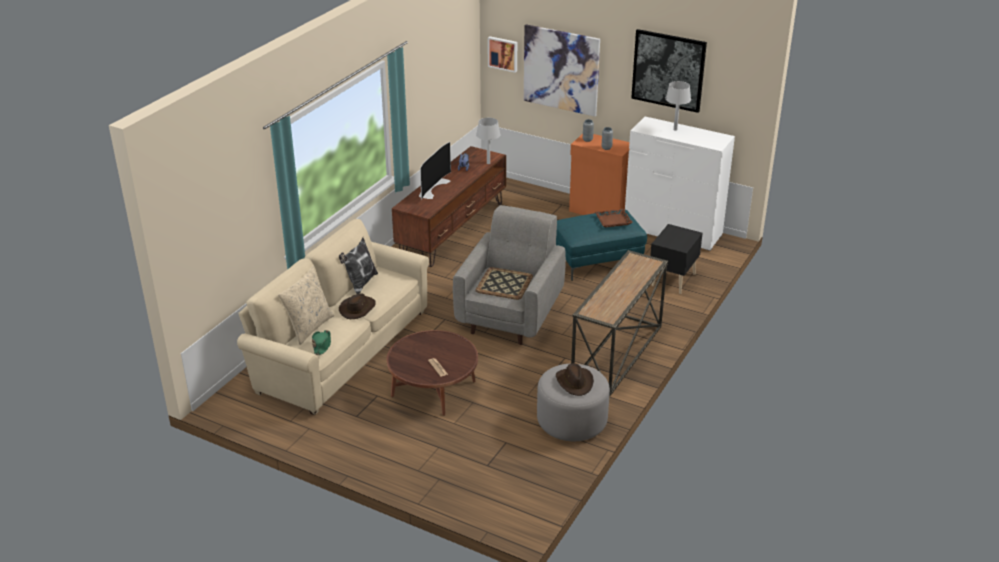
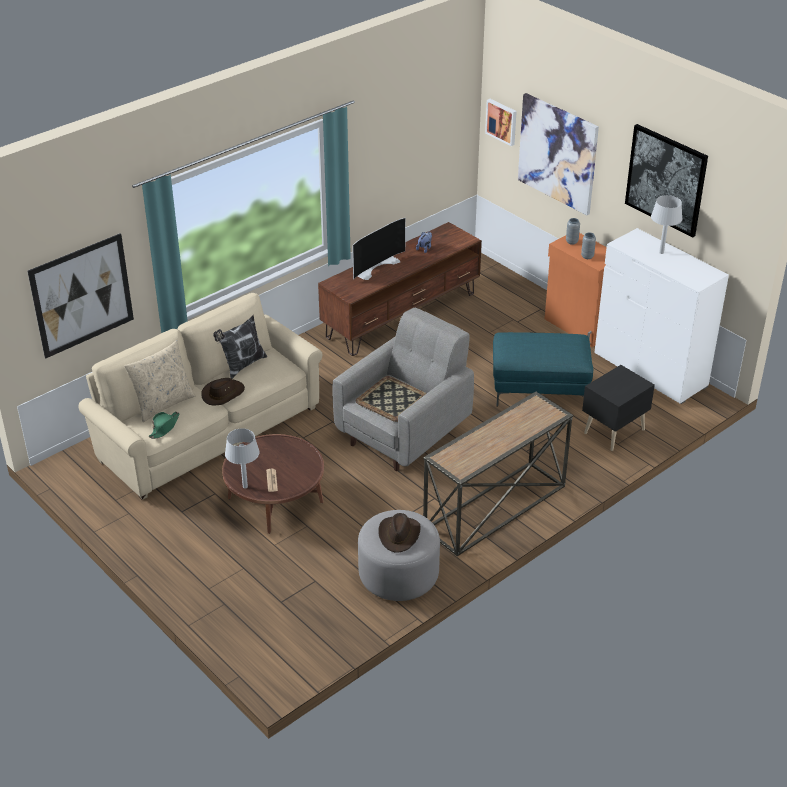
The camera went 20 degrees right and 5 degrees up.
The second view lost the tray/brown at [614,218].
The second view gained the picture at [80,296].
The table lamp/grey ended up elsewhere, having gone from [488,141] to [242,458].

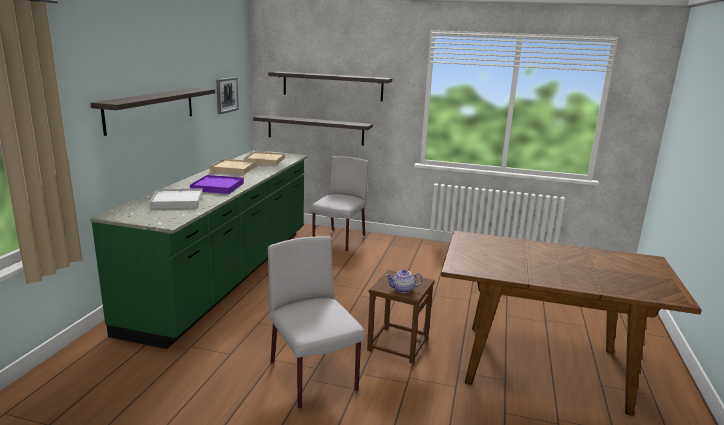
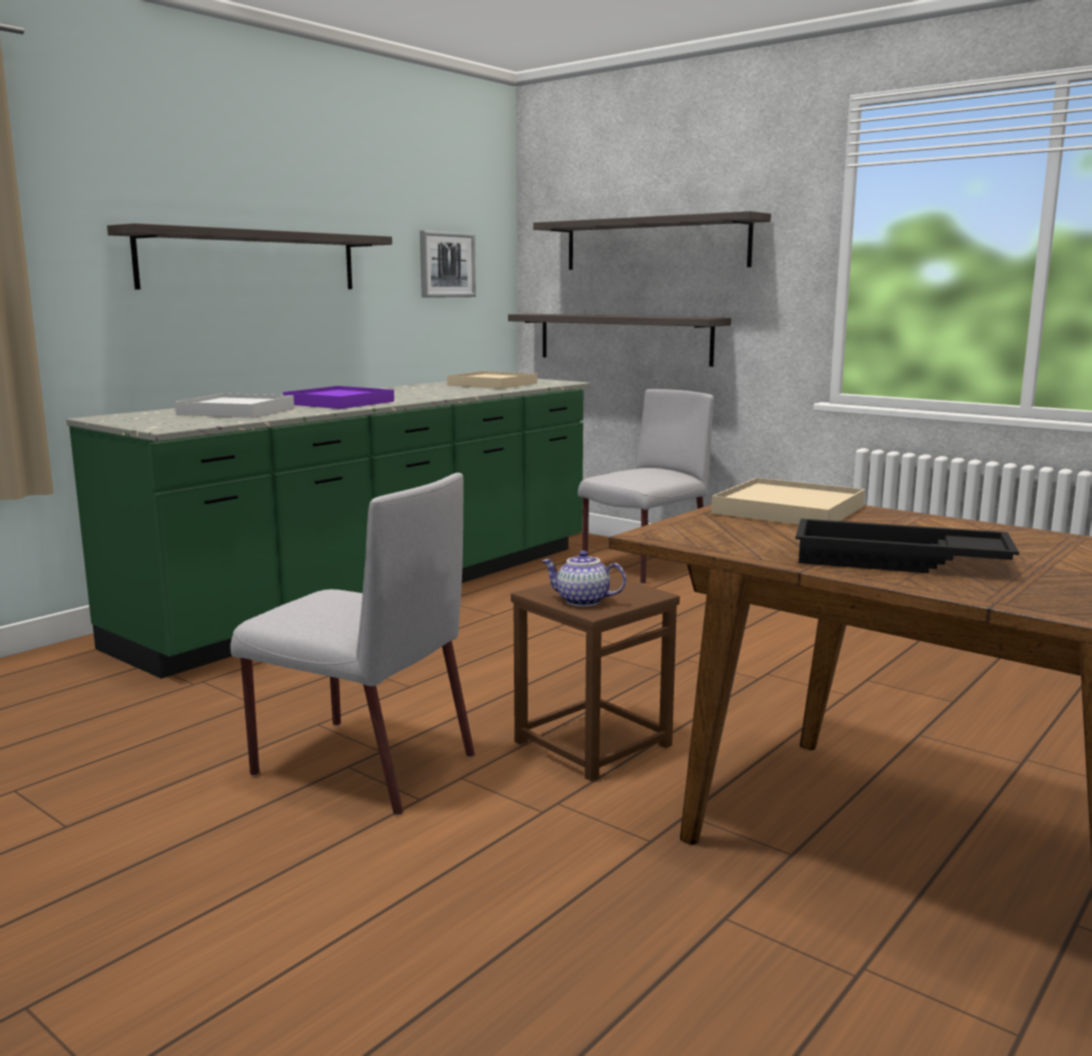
The camera went 25 degrees right and 5 degrees down.
The second view gained the tray/black at [907,546].
The tray/beige ended up elsewhere, having gone from [233,166] to [788,501].
The chair/grey at [316,322] ended up facing another way, 120 degrees clockwise from before.

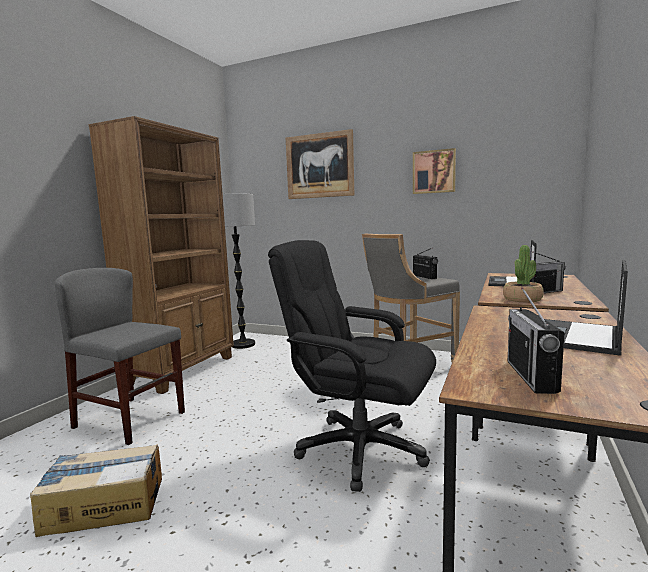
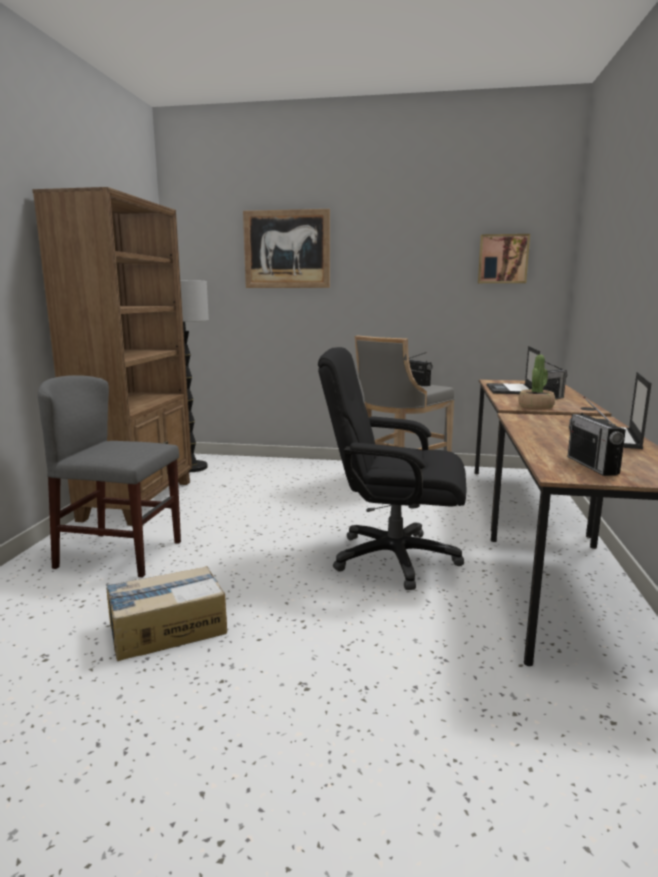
The camera went 15 degrees left and 5 degrees up.
The picture ended up elsewhere, having gone from [434,171] to [504,258].

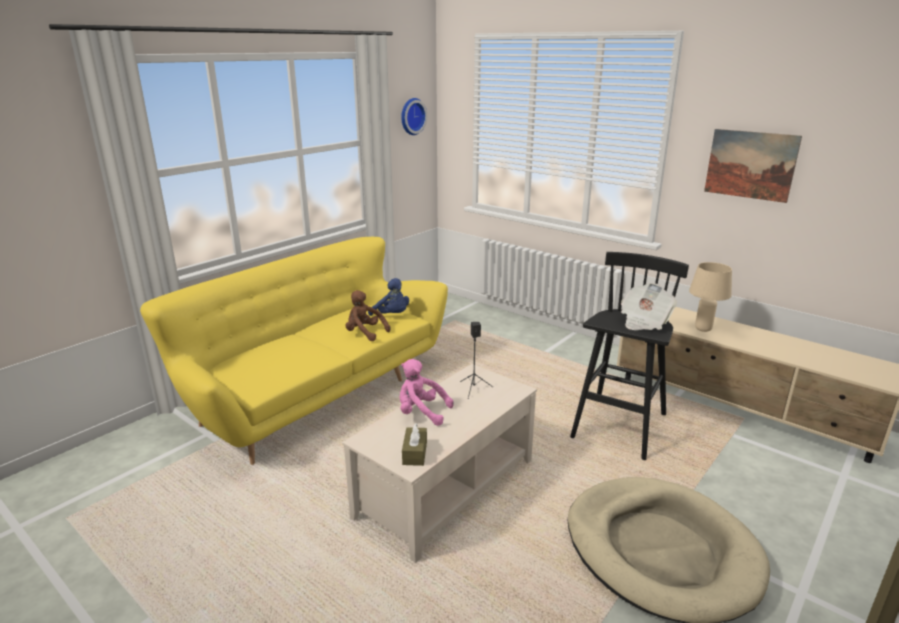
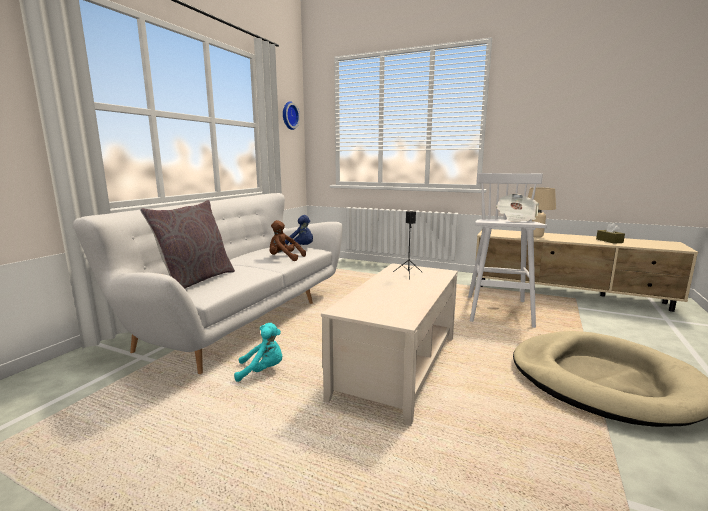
The camera went 15 degrees left and 10 degrees down.
The second view lost the plush toy/pink at [427,392].
The second view lost the picture at [753,166].
The second view gained the pillow/grey at [187,244].
The second view gained the plush toy/turquoise at [258,352].
The tissue box/brown ended up elsewhere, having gone from [414,444] to [610,233].
What was the sofa/yellow at [294,351] turned into the sofa/white at [208,283].
What was the stool/black at [629,356] turned into the stool/white at [507,250].

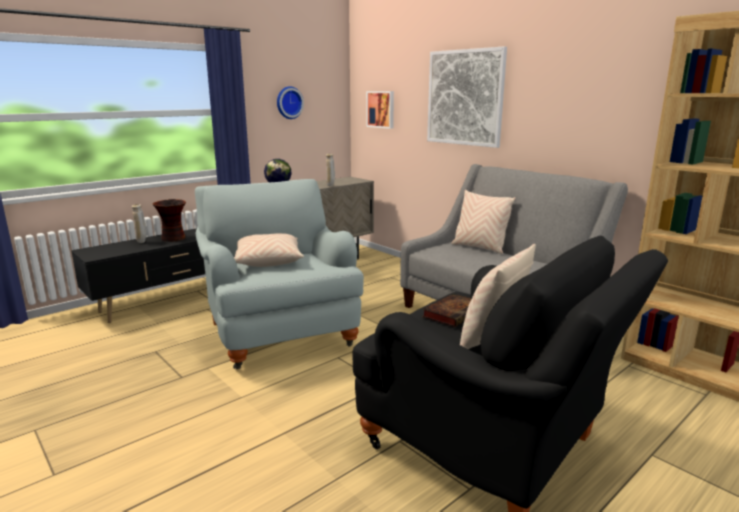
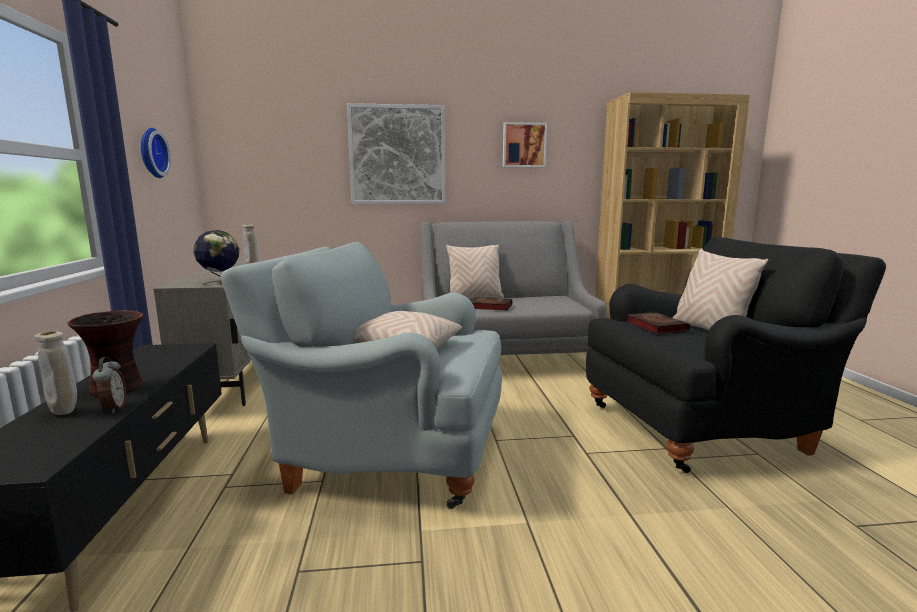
The camera went 55 degrees left and 5 degrees down.
The second view gained the alarm clock at [110,385].
The second view gained the book at [491,303].
The picture ended up elsewhere, having gone from [380,110] to [525,144].

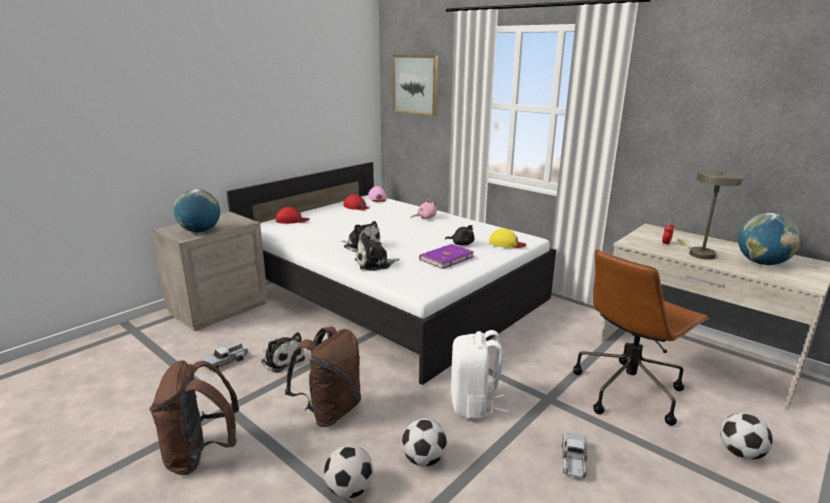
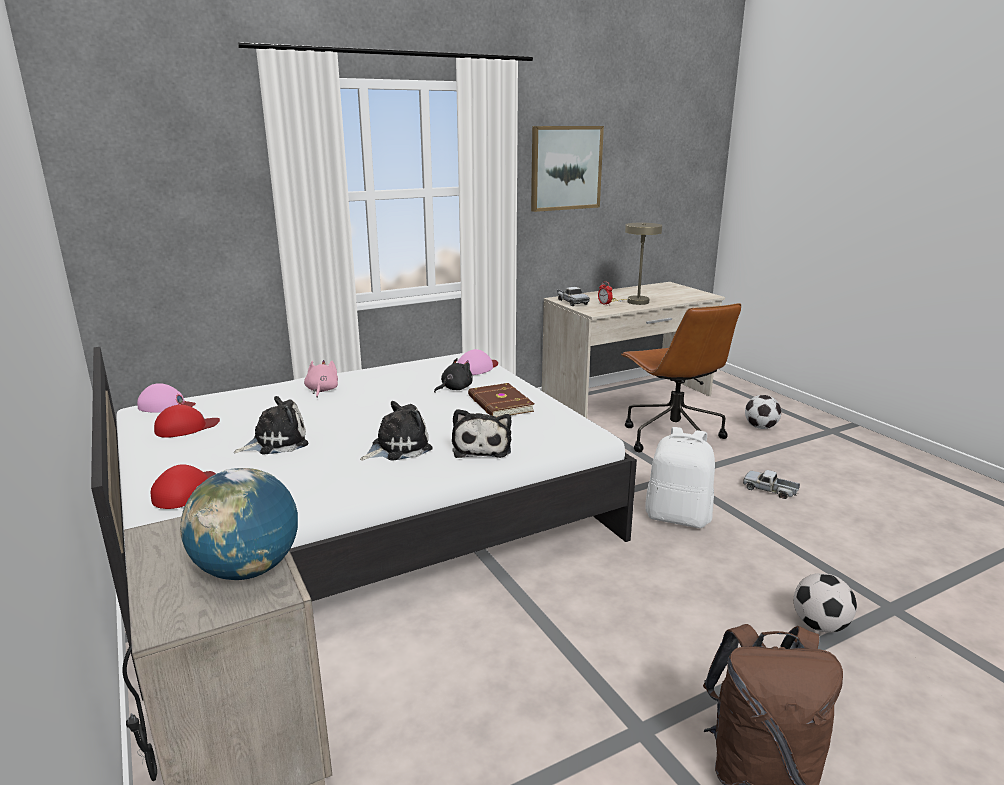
The camera went 70 degrees left and 0 degrees up.
The second view lost the backpack/brown at [323,376].
The second view lost the football at [424,442].
The second view lost the globe at [769,239].
The toy truck ended up elsewhere, having gone from [225,358] to [573,296].
The plush toy ended up elsewhere, having gone from [283,352] to [270,425].
The picture ended up elsewhere, having gone from [415,85] to [567,169].
What was the book/purple at [446,256] turned into the book/brown at [501,400].
What was the cap/yellow at [508,238] turned into the cap/pink at [477,362].

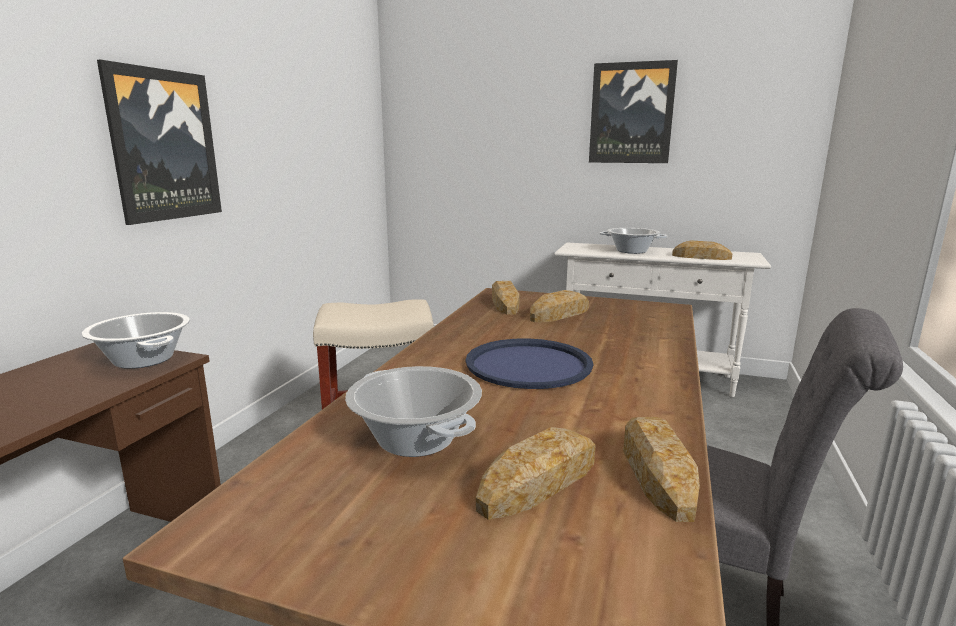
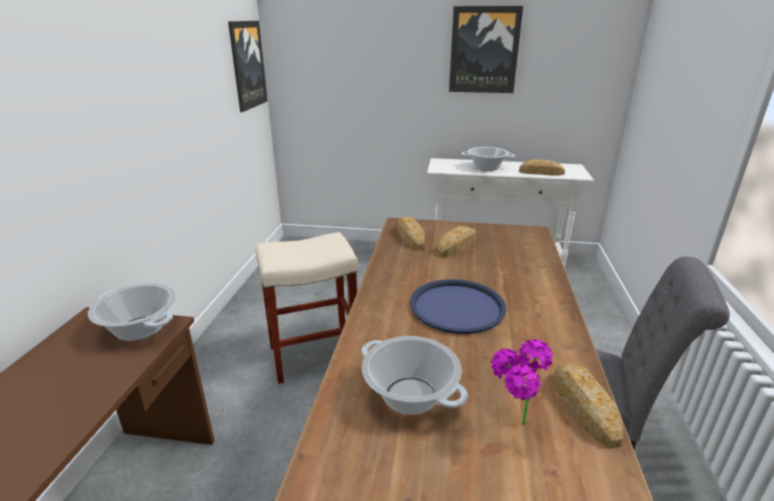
The camera went 10 degrees left and 10 degrees up.
The picture ended up elsewhere, having gone from [159,142] to [248,66].
Where the bread stood at [535,473], the potted plant came to stand at [522,381].

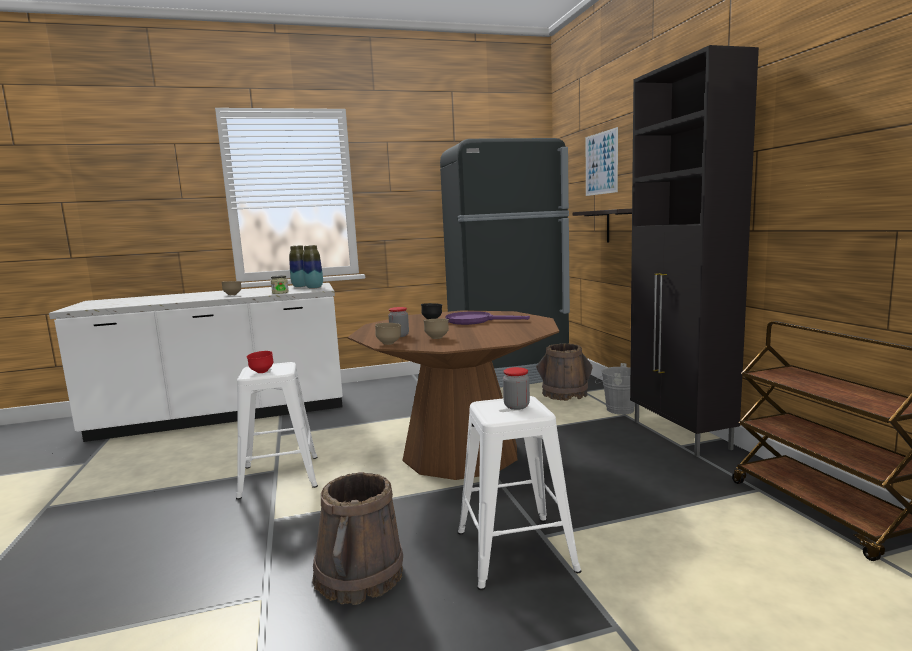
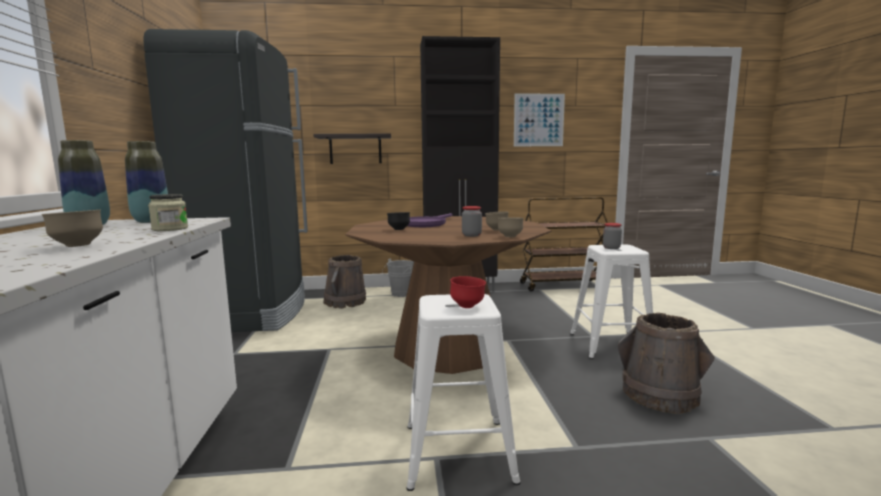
The camera went 80 degrees left and 0 degrees up.
The picture ended up elsewhere, having gone from [602,161] to [539,120].

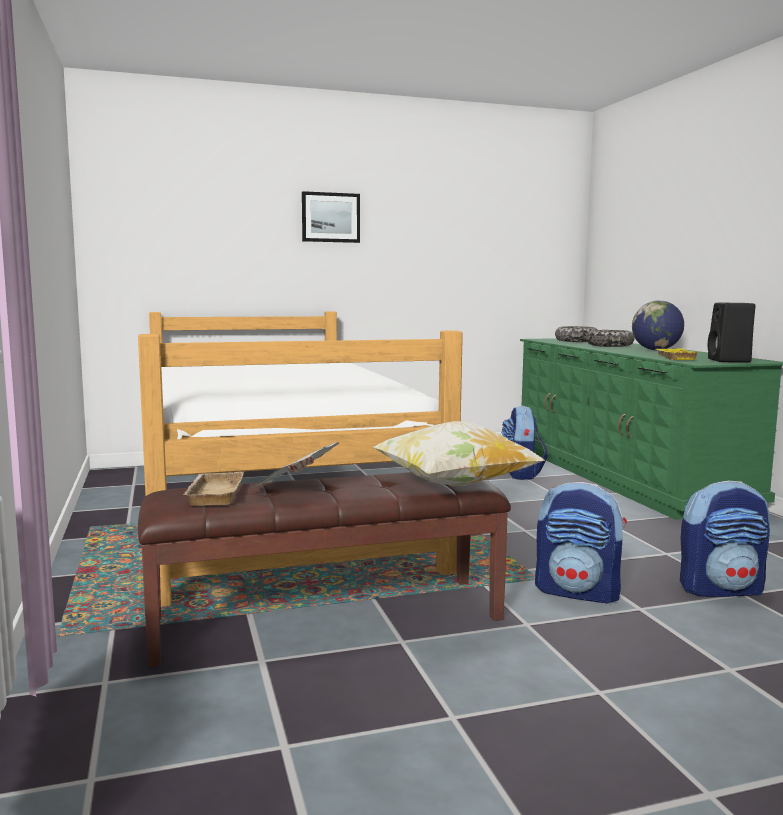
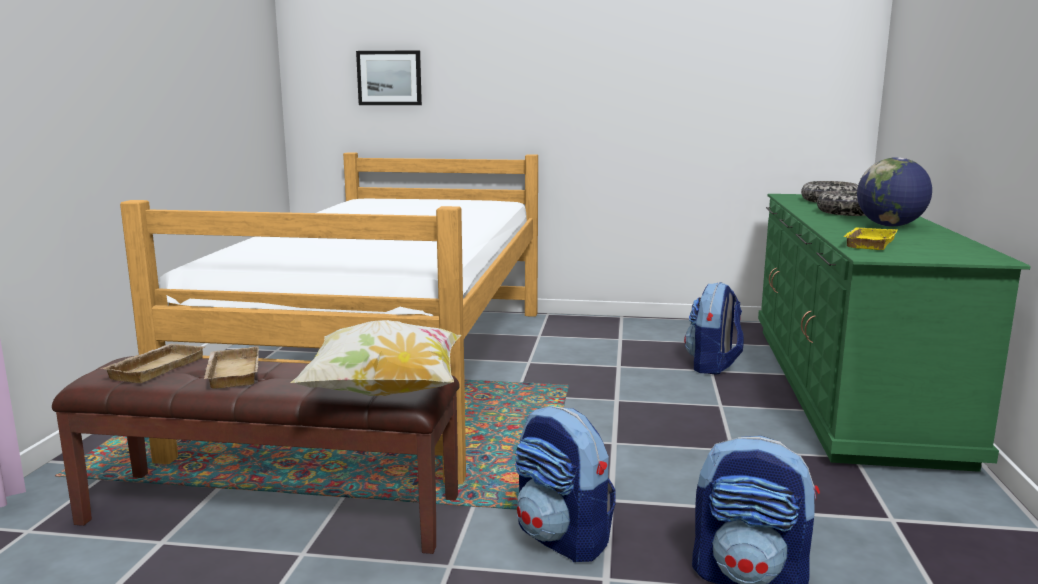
The camera went 25 degrees right and 5 degrees up.
The second view lost the speaker/black at [731,332].
The picture ended up elsewhere, having gone from [331,217] to [389,77].
Where the newspaper stood at [294,465], the tray/beige came to stand at [231,367].

